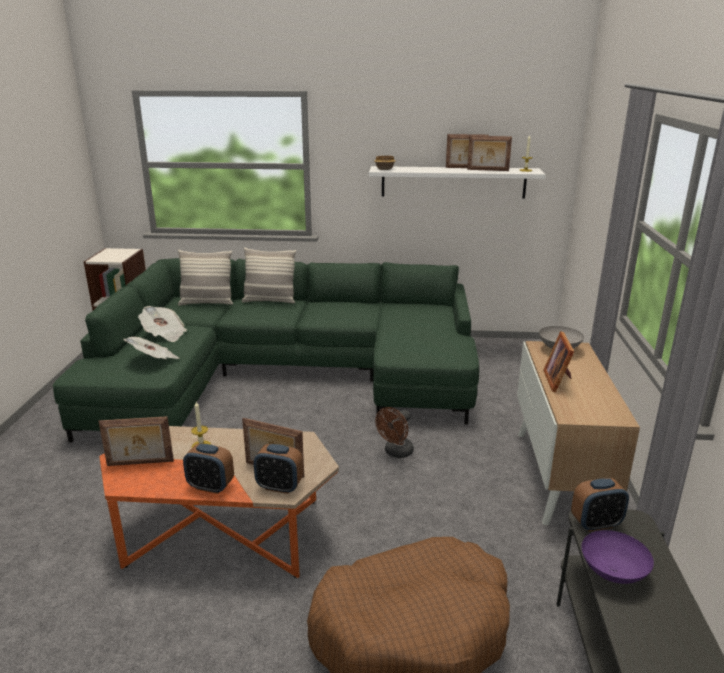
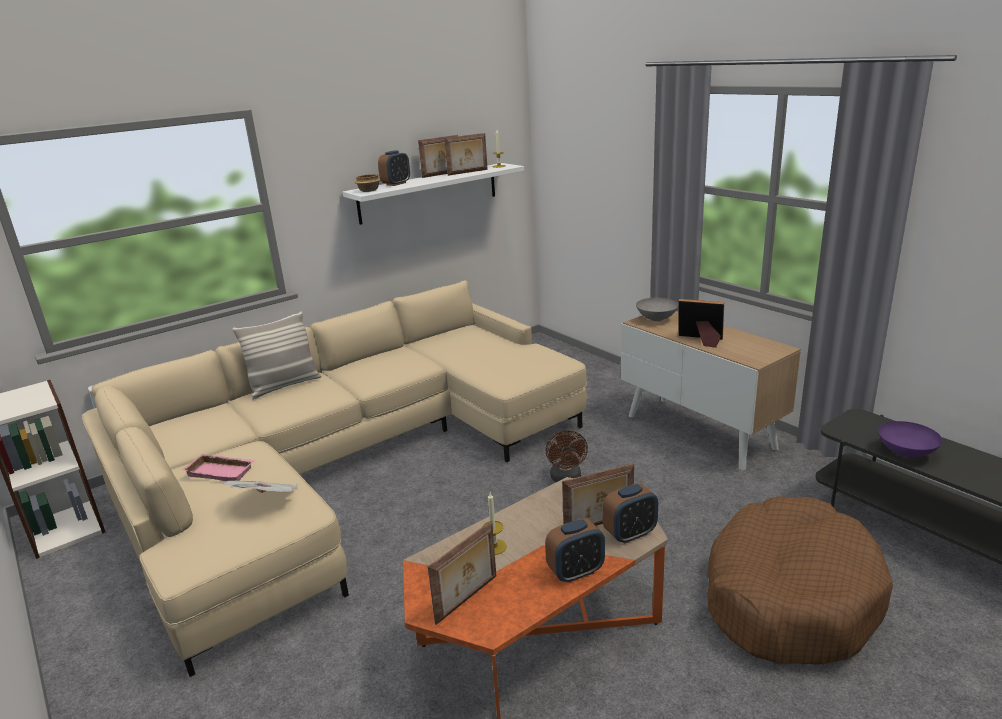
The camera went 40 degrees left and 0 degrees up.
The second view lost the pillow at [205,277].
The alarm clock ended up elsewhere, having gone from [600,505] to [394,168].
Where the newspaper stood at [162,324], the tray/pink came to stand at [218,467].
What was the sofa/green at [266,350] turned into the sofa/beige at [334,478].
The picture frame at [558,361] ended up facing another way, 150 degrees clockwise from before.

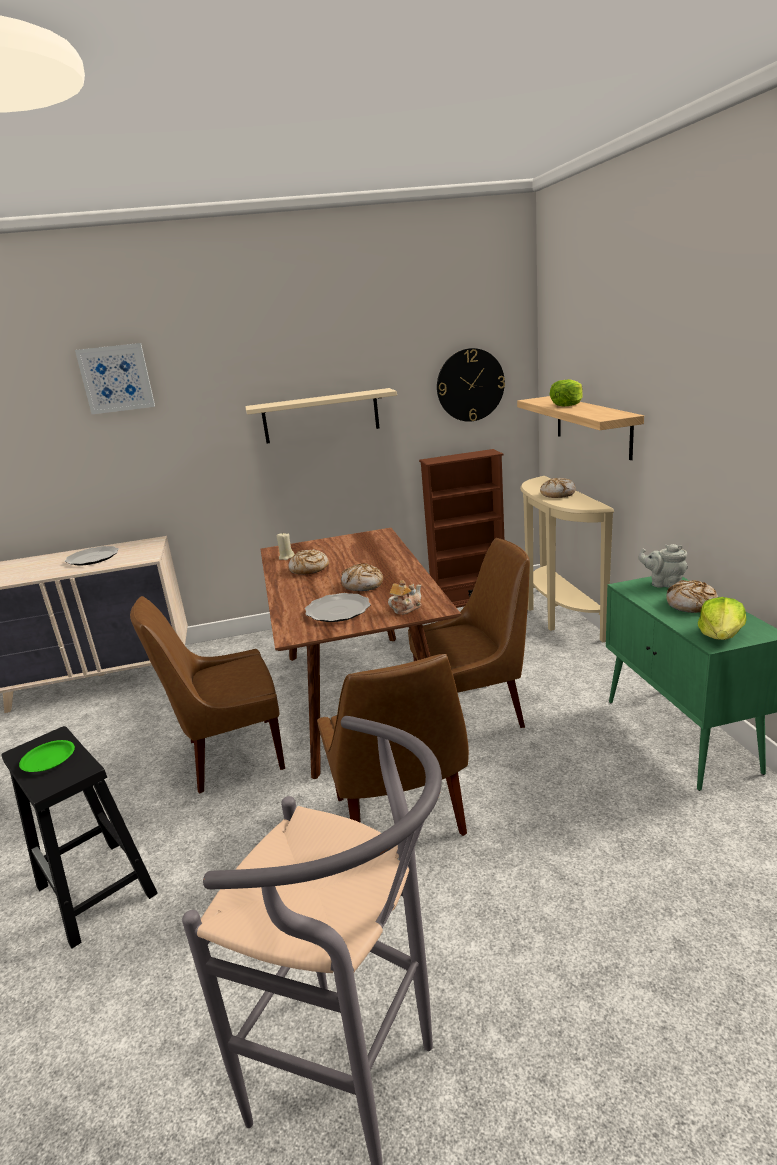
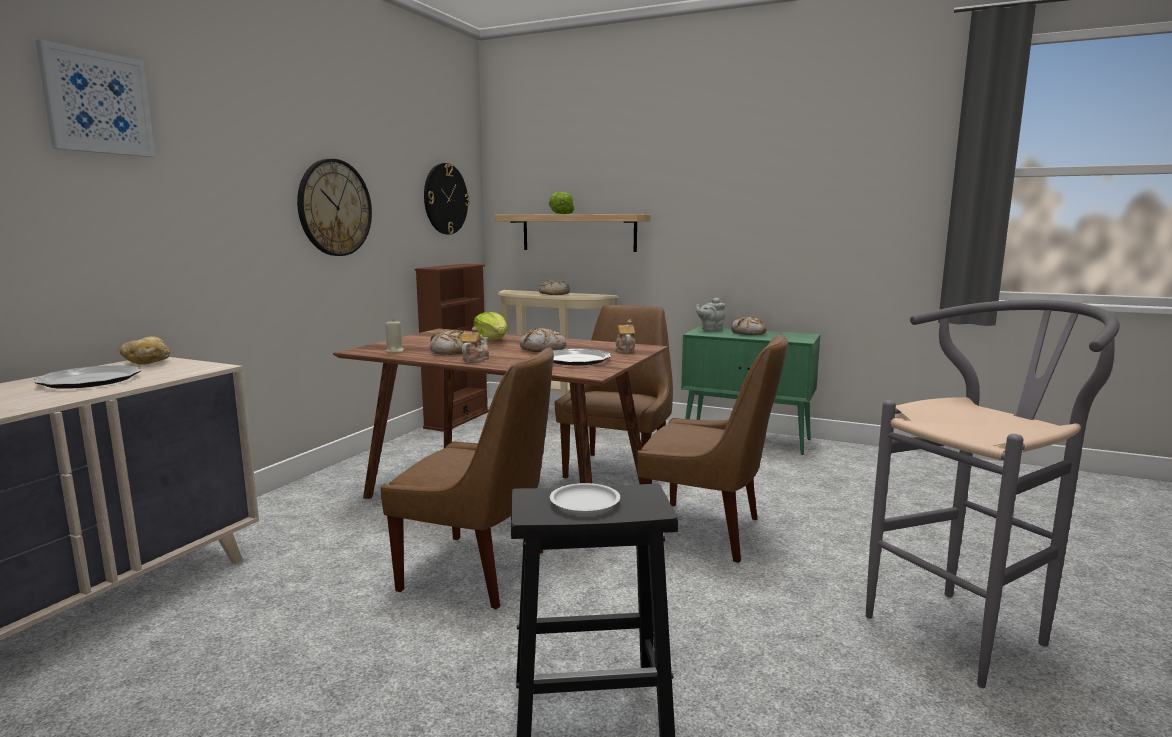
The camera went 55 degrees left and 10 degrees down.
The second view gained the bread at [145,350].
The second view gained the teapot at [475,345].
The lettuce ended up elsewhere, having gone from [722,618] to [490,326].
Where the shelf/beige hung at [321,416], the wall clock came to hang at [334,207].
What was the plate/green at [47,756] turned into the plate/white at [585,498].
The chair/brown at [207,694] ended up facing another way, 90 degrees counterclockwise from before.

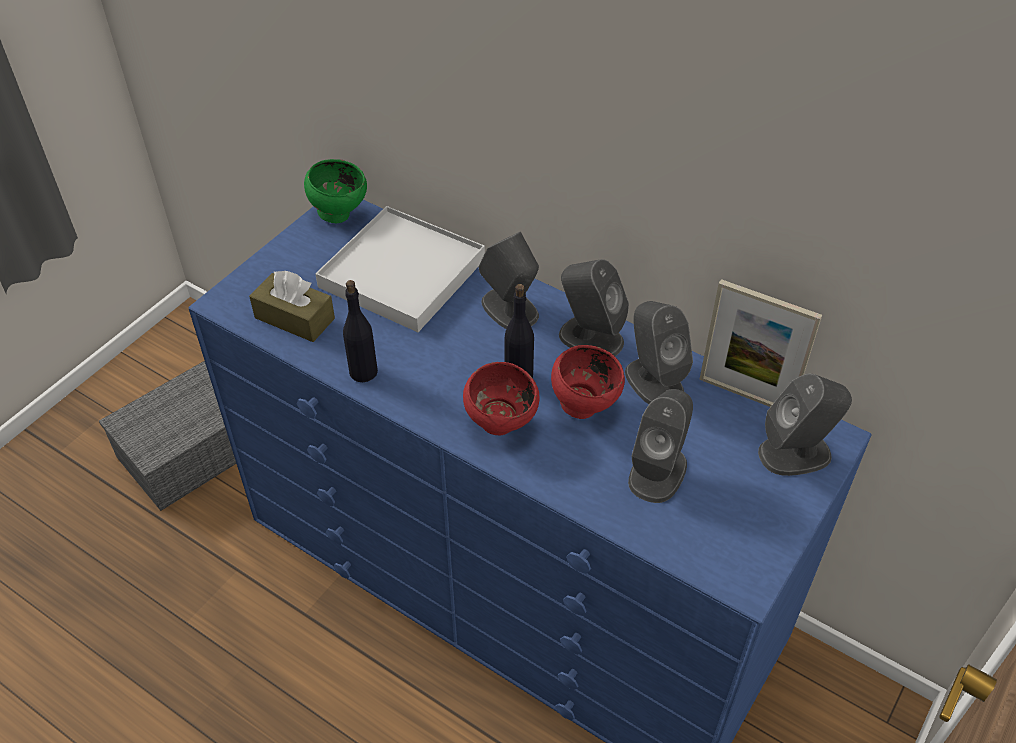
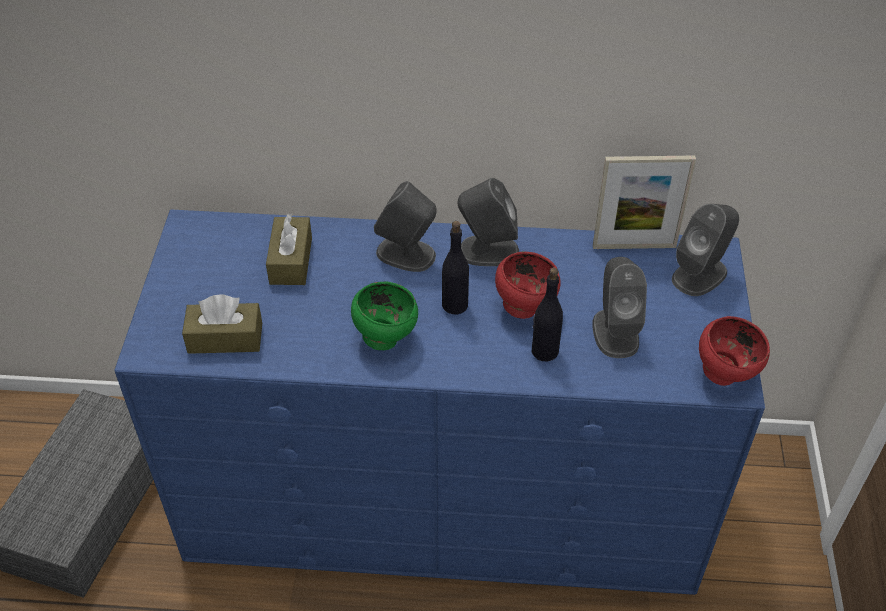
The camera went 30 degrees left and 0 degrees up.
The second view lost the speaker/grey at [659,352].
The bowl/green ended up elsewhere, having gone from [335,191] to [384,316].
The bottle/black ended up elsewhere, having gone from [360,331] to [547,314].
The bowl/red ended up elsewhere, having gone from [501,398] to [734,351].
Where the tray/white stood at [400,269], the tissue box/brown came to stand at [289,249].

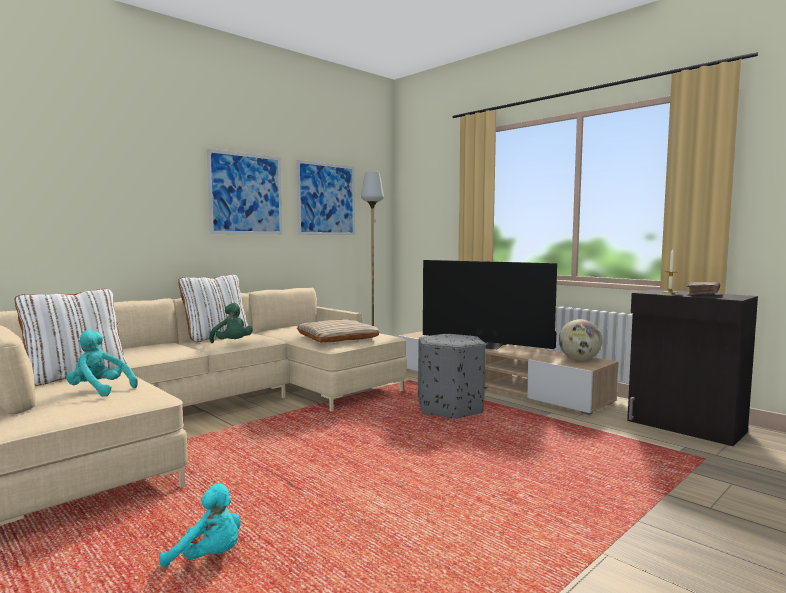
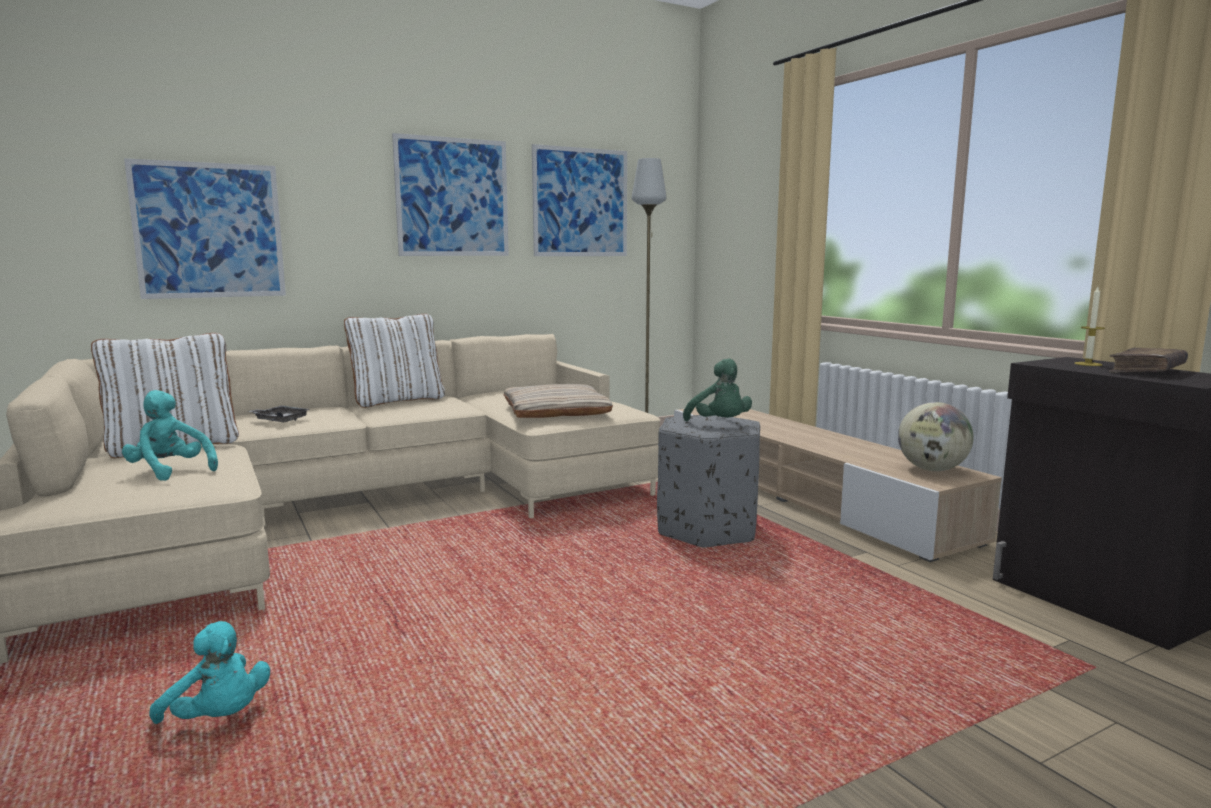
The camera went 15 degrees right and 5 degrees up.
The second view lost the television at [490,305].
The second view gained the picture at [205,228].
The second view gained the tray/grey at [279,414].
The plush toy/green ended up elsewhere, having gone from [231,323] to [717,389].

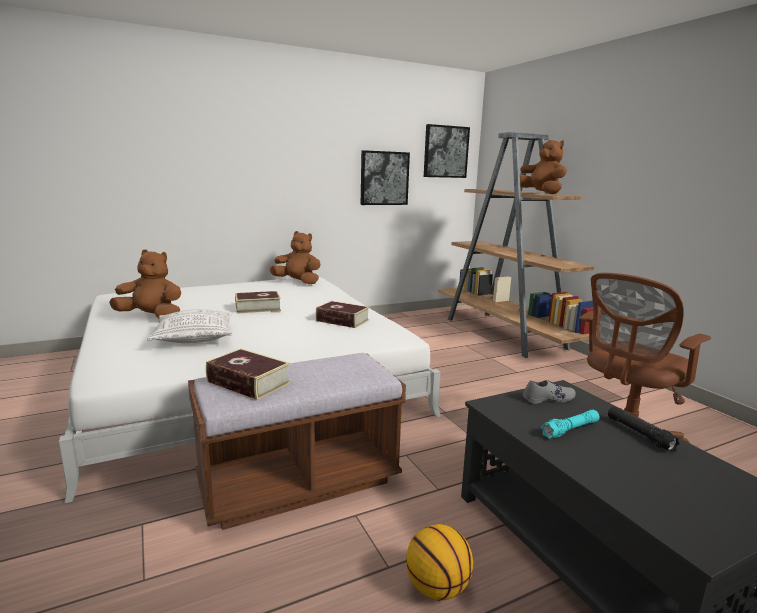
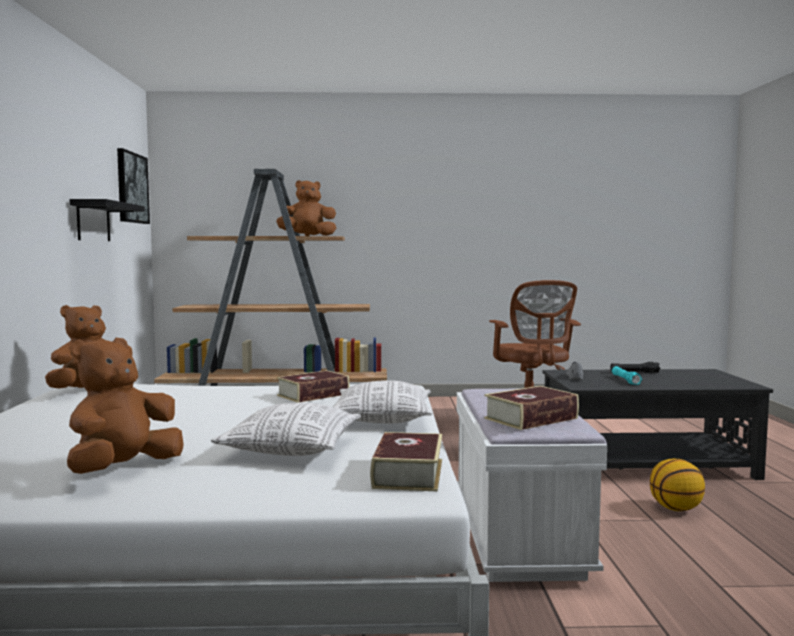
The camera went 65 degrees left and 10 degrees down.
The second view gained the pillow at [382,401].
The book ended up elsewhere, having gone from [258,302] to [406,462].
Where the picture hung at [385,177], the shelf/black came to hang at [107,220].
What was the bench/brown at [297,441] turned into the bench/white at [532,485].

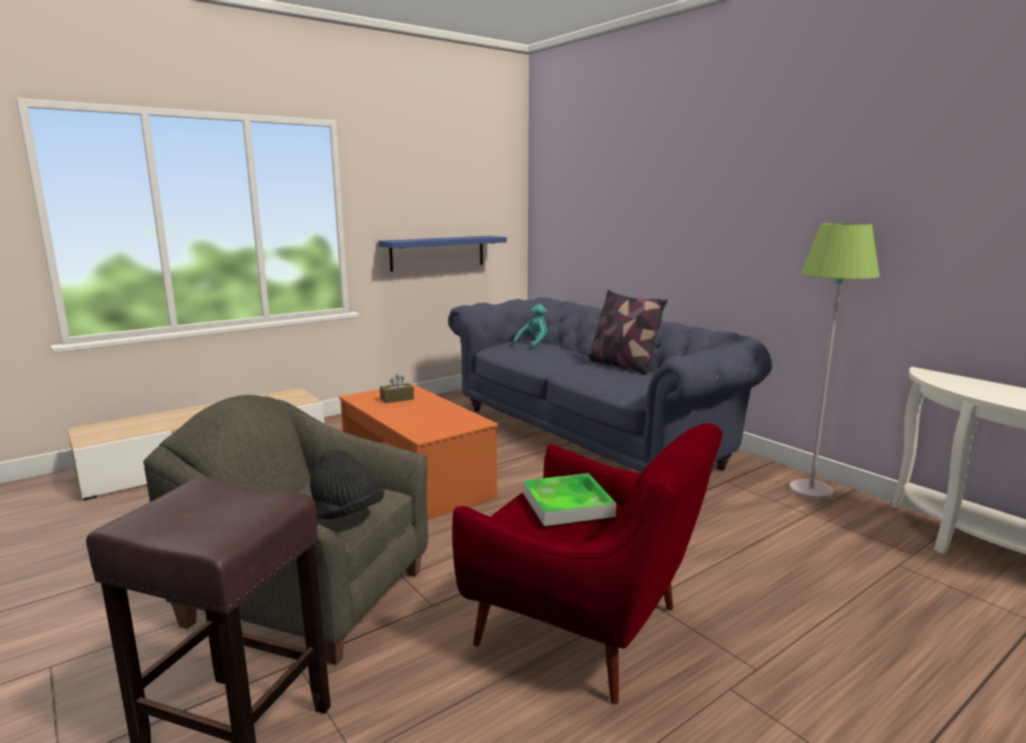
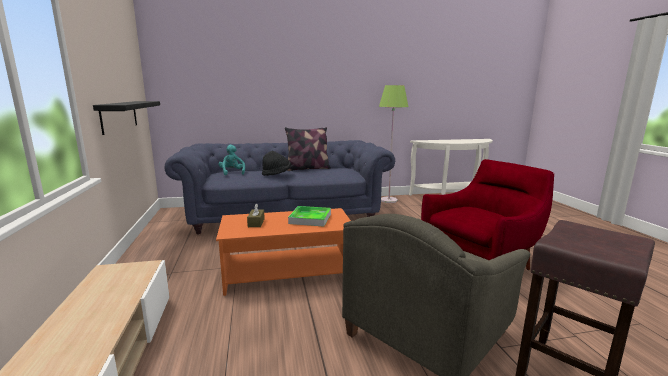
The camera went 65 degrees left and 0 degrees up.
The hat/black ended up elsewhere, having gone from [347,485] to [276,163].
The tray ended up elsewhere, having gone from [569,499] to [309,216].
What was the shelf/blue at [442,254] turned into the shelf/black at [126,118].

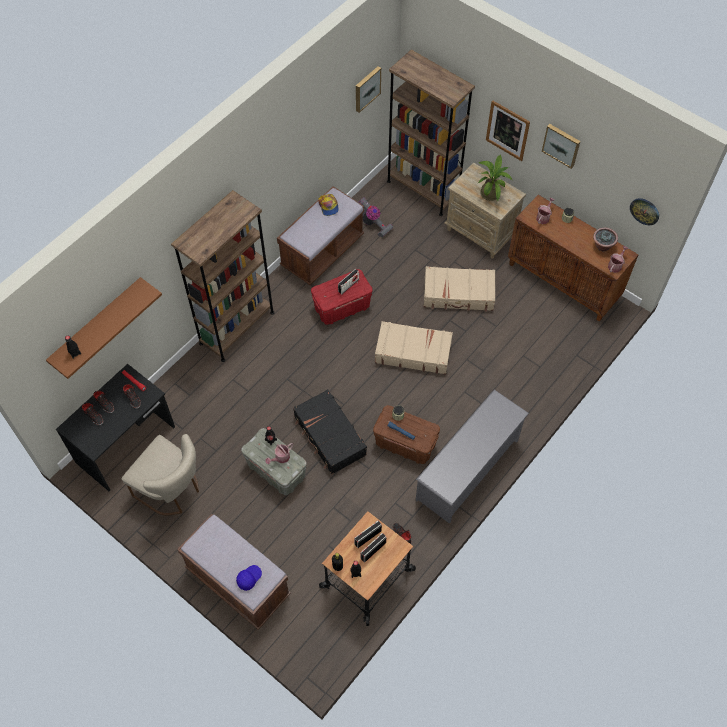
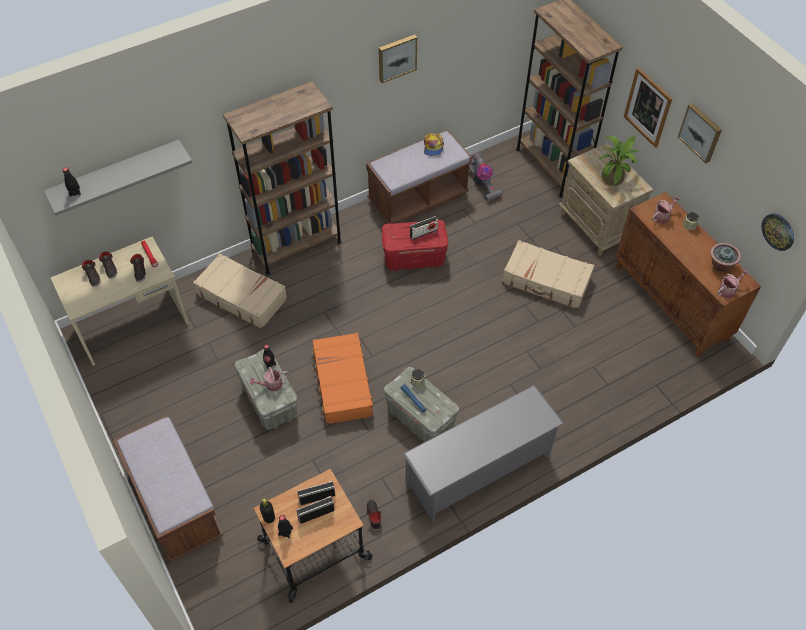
The camera went 20 degrees right and 5 degrees down.
The second view lost the chair/beige at [160,474].
The second view lost the cap/blue at [249,578].
The picture ended up elsewhere, having gone from [368,89] to [398,58].
The suitcase/beige ended up elsewhere, having gone from [414,348] to [240,291].
What was the shelf/brown at [104,328] turned into the shelf/grey at [118,178].
What was the desk/black at [115,427] turned into the desk/beige at [120,301].
What was the suitcase/black at [330,431] turned into the suitcase/orange at [342,378].
What was the storage box/brown at [406,434] turned into the storage box/grey at [421,405].

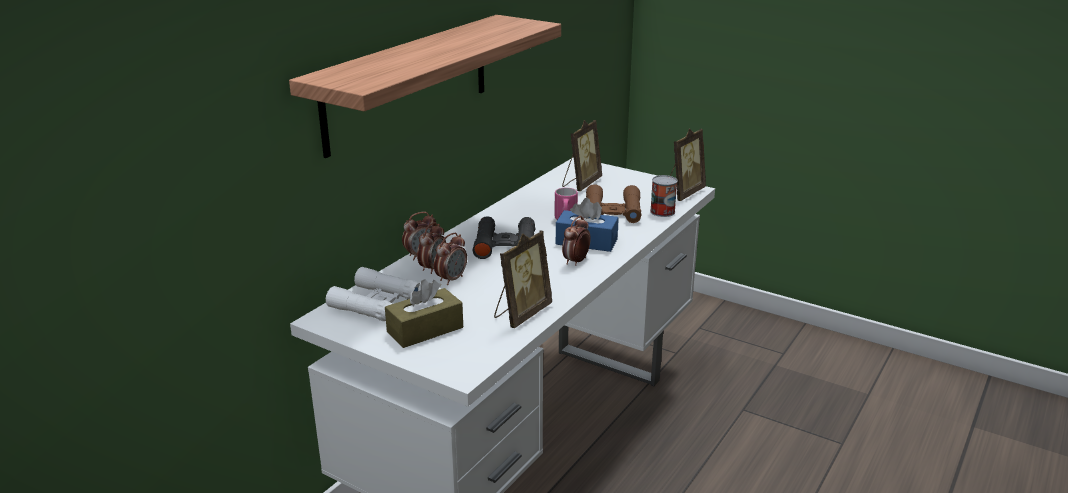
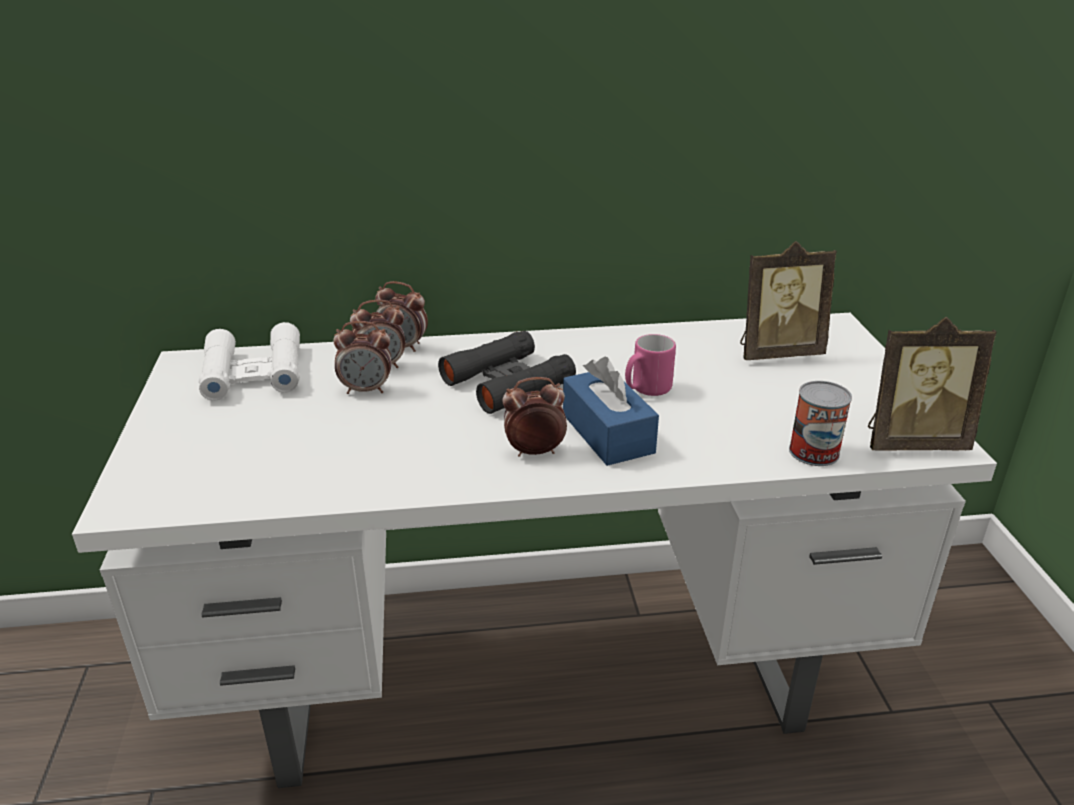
The camera went 50 degrees right and 5 degrees up.
The second view lost the shelf at [425,86].
The second view lost the tissue box/brown at [424,313].
The second view lost the picture frame at [523,279].
The second view lost the binoculars/brown at [614,203].

